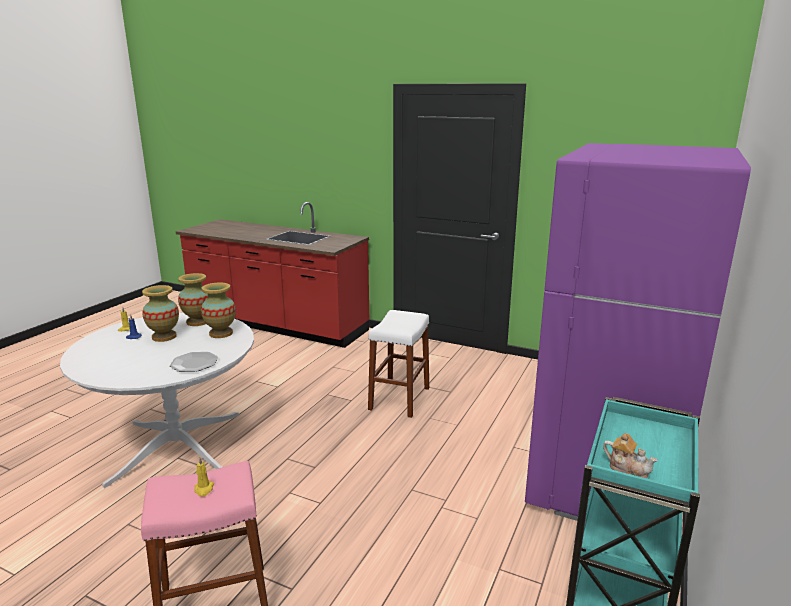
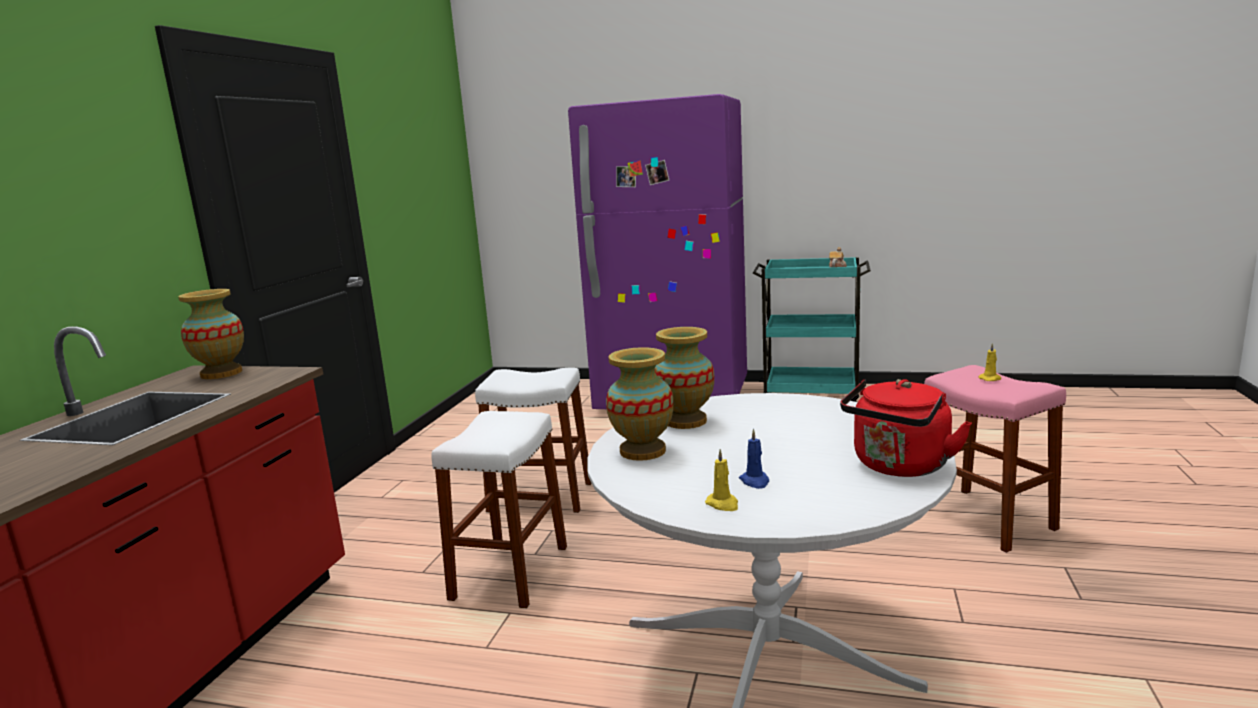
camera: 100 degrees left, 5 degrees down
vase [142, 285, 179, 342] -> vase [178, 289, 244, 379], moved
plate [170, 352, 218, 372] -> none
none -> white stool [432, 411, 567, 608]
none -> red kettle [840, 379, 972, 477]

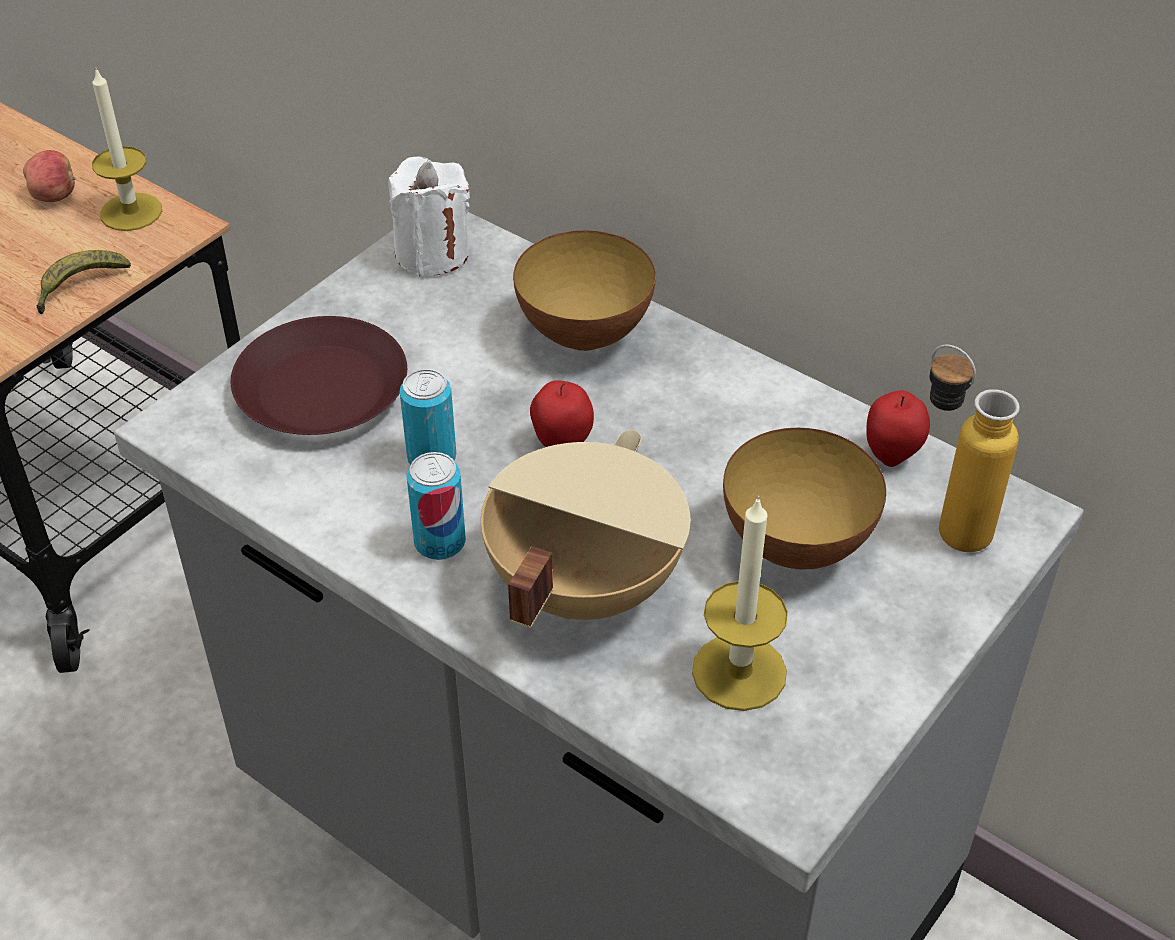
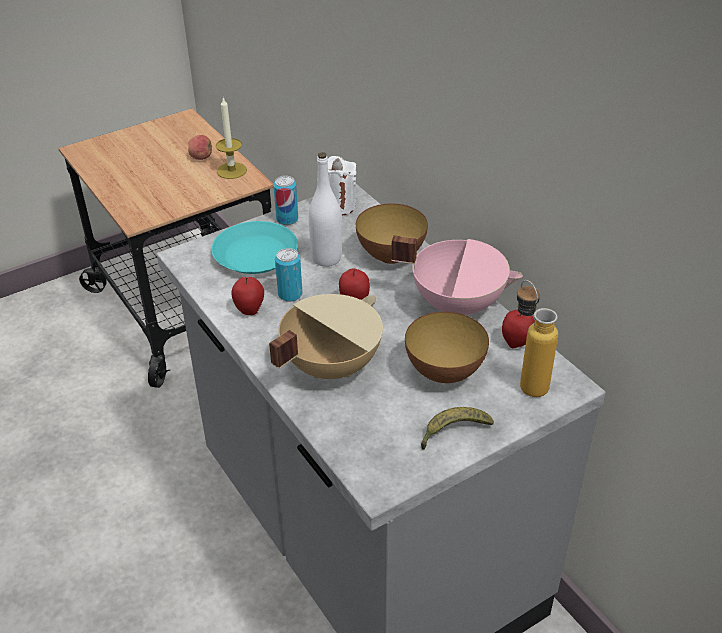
camera: 20 degrees right, 5 degrees down
banana [36, 250, 131, 314] -> banana [421, 407, 494, 450], moved
brown plate [231, 316, 407, 435] -> turquoise plate [211, 221, 298, 274]
can [406, 452, 466, 560] -> can [273, 176, 298, 225], moved
candle [692, 496, 788, 711] -> none
none -> apple [232, 277, 264, 315]
none -> white bottle [309, 152, 342, 267]
none -> pink cooking pot [391, 235, 523, 315]

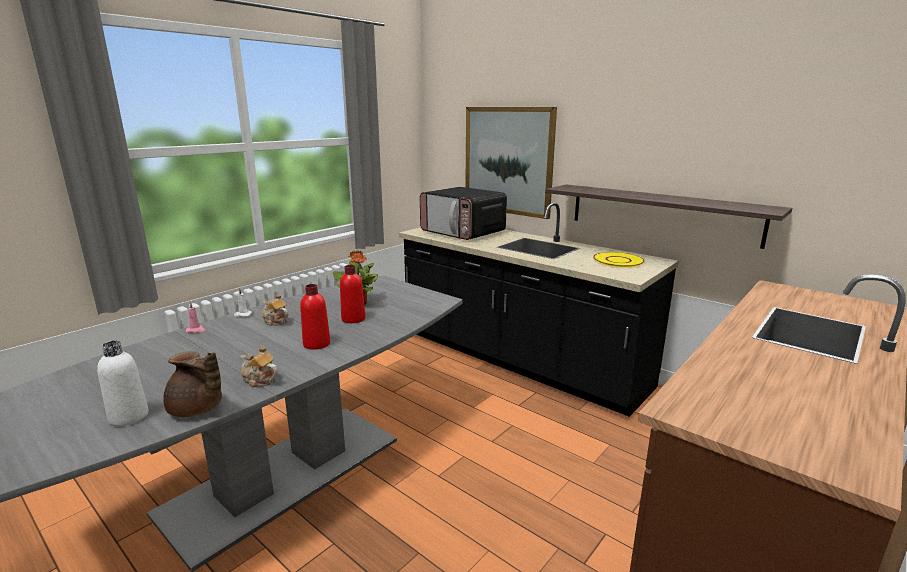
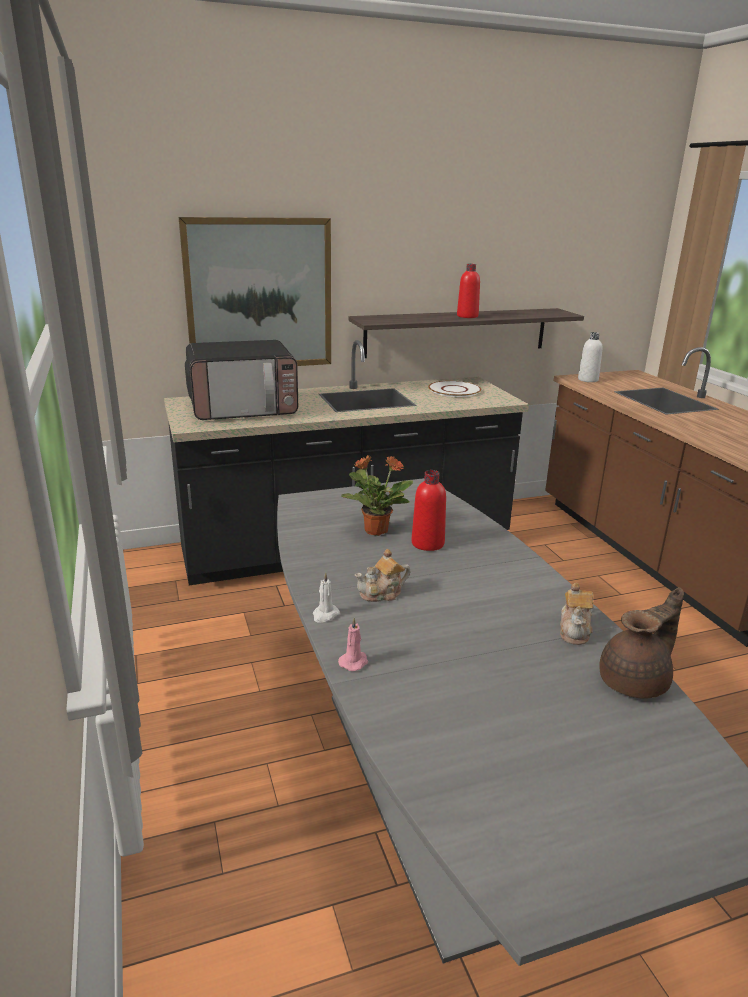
camera: 60 degrees left, 5 degrees up
white bottle [97, 341, 148, 426] -> white bottle [578, 332, 602, 382], moved
teapot [240, 345, 278, 387] -> teapot [560, 583, 593, 645], 45 degrees counterclockwise
red bottle [300, 284, 330, 350] -> red bottle [457, 264, 480, 318], moved
yellow plate [593, 252, 645, 268] -> white plate [428, 381, 481, 397]

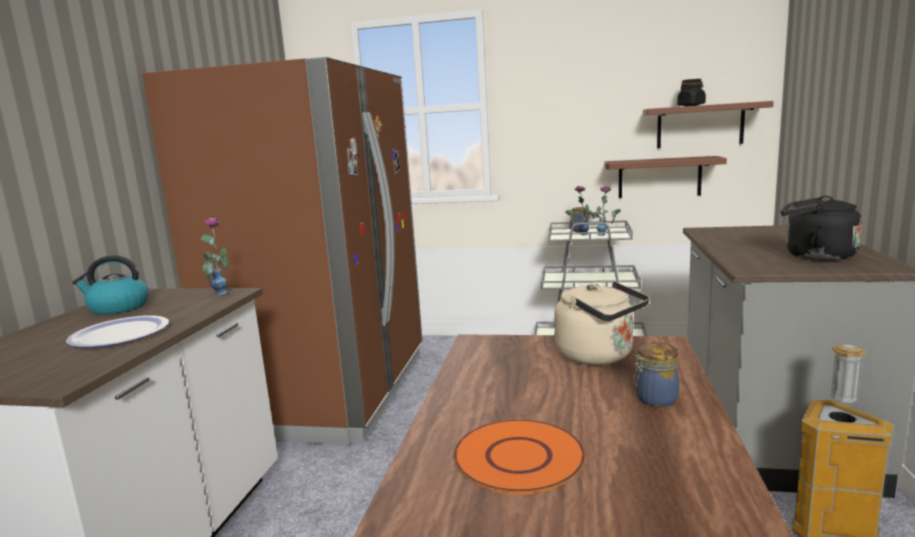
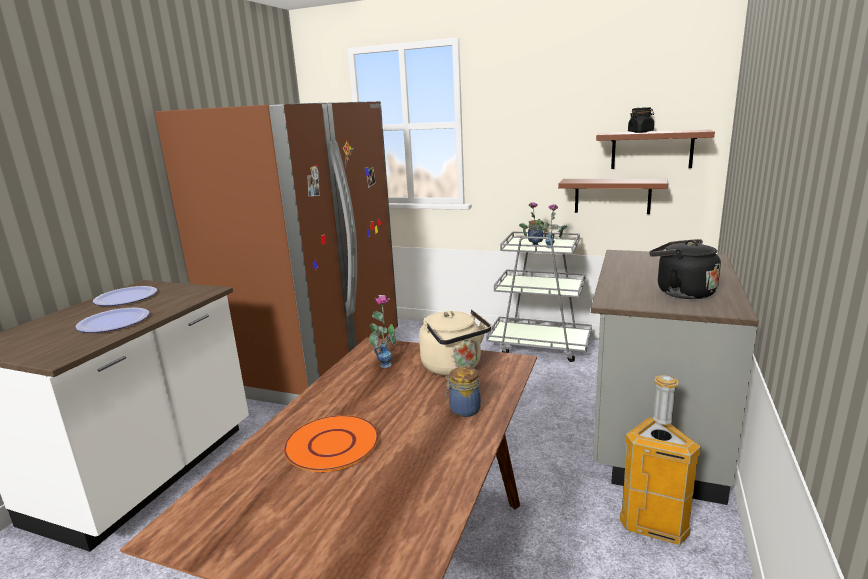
camera: 10 degrees right, 5 degrees up
kettle [72, 255, 149, 315] -> plate [93, 286, 157, 306]
vase [201, 218, 229, 295] -> vase [369, 295, 396, 368], moved

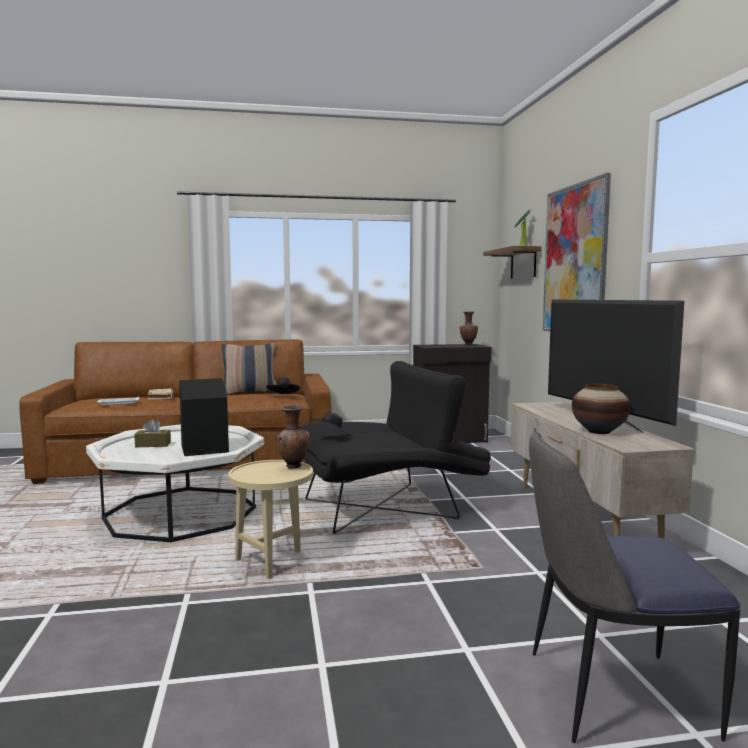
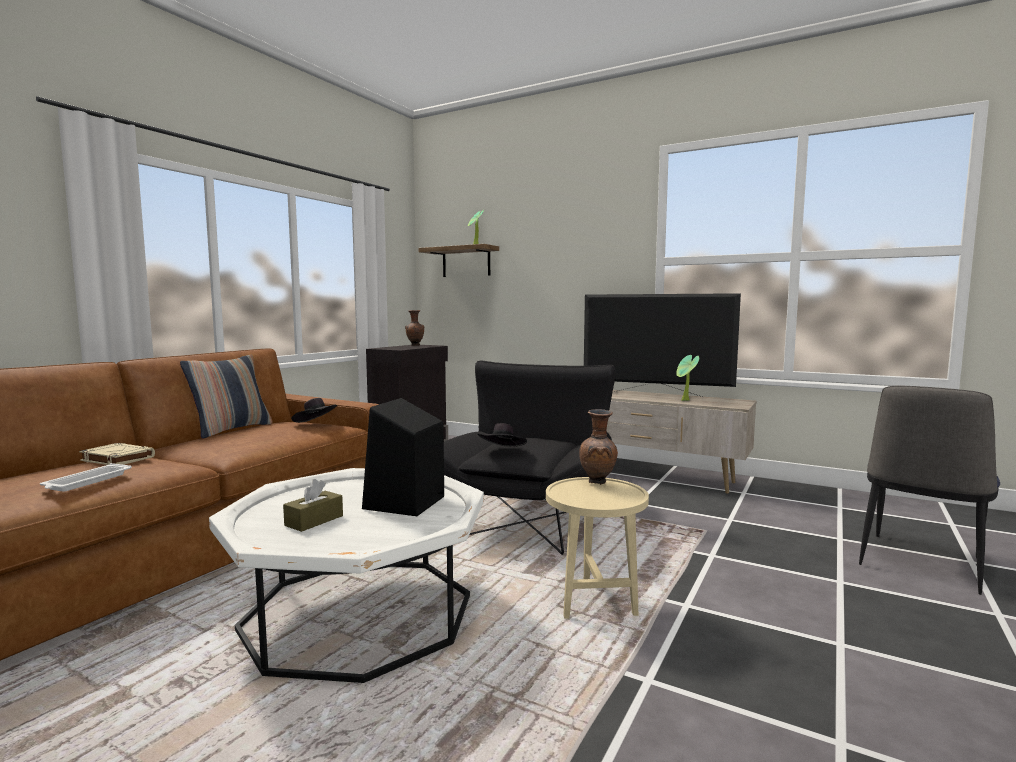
camera: 50 degrees left, 0 degrees up
picture [543, 173, 611, 332] -> none
vase [572, 384, 631, 434] -> potted plant [676, 355, 699, 401]

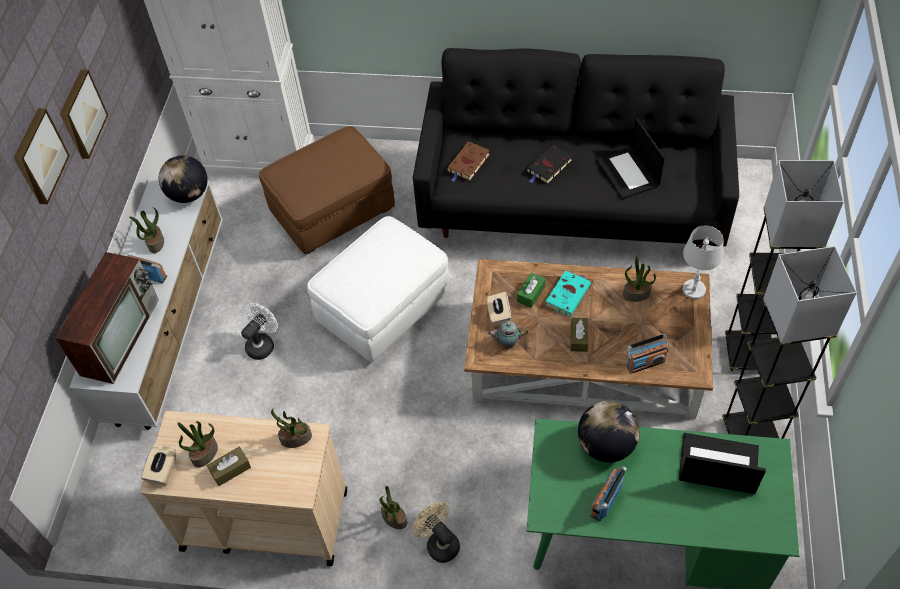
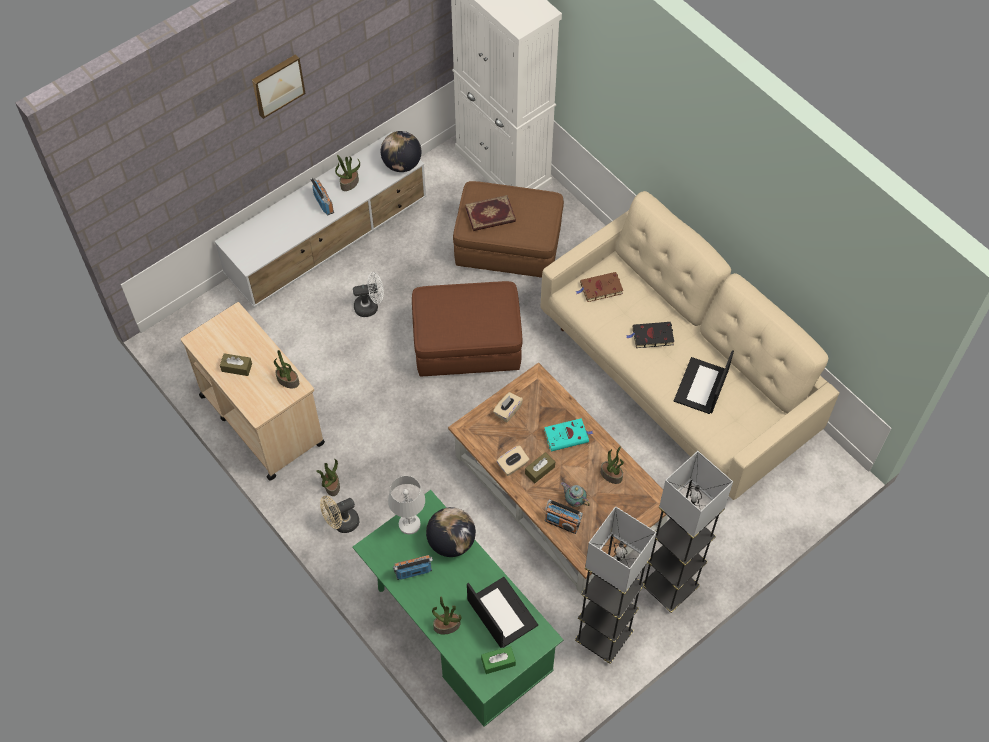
camera: 40 degrees right, 5 degrees up
television [55, 252, 159, 384] -> none
picture [60, 69, 108, 159] -> none
beige tissue box [141, 444, 176, 485] -> beige tissue box [497, 445, 529, 476], moved
potted plant [177, 421, 218, 468] -> potted plant [432, 597, 462, 634], moved
white ottoman [307, 216, 449, 362] -> brown ottoman [412, 281, 523, 377]
beige fan [412, 502, 460, 563] -> beige fan [320, 496, 359, 533], 120 degrees counterclockwise
black sofa [413, 48, 739, 249] -> beige sofa [541, 191, 839, 500]
teapot [487, 321, 528, 348] -> teapot [561, 482, 590, 507], moved
green tissue box [517, 273, 545, 308] -> green tissue box [481, 646, 516, 674], moved
white table lamp [683, 226, 723, 299] -> white table lamp [388, 476, 425, 534], moved
none -> book [465, 195, 516, 231]

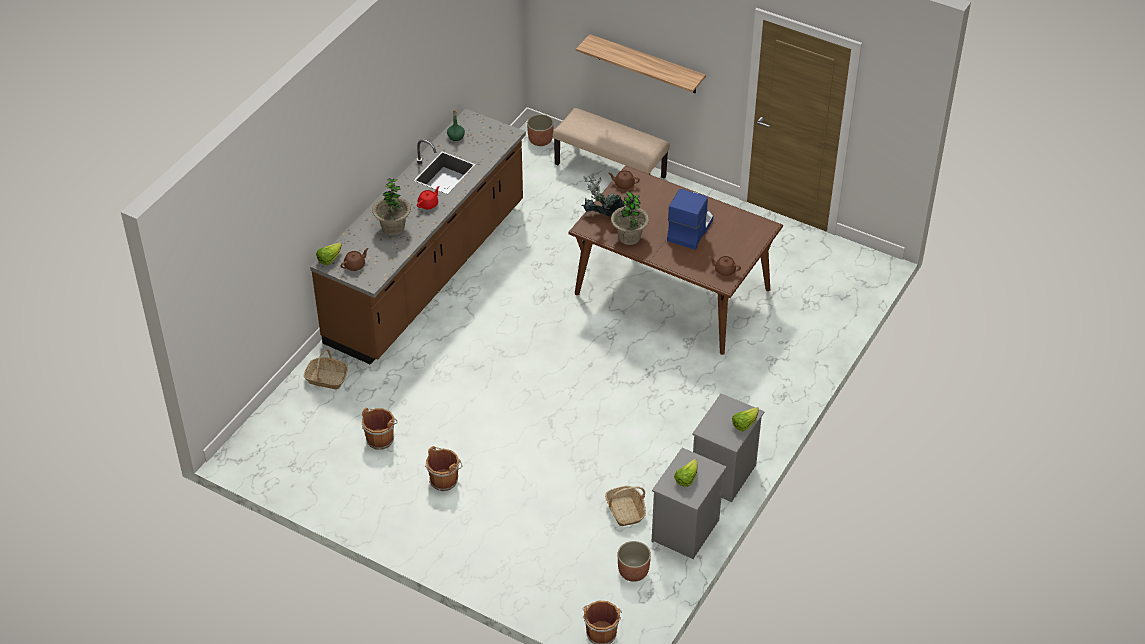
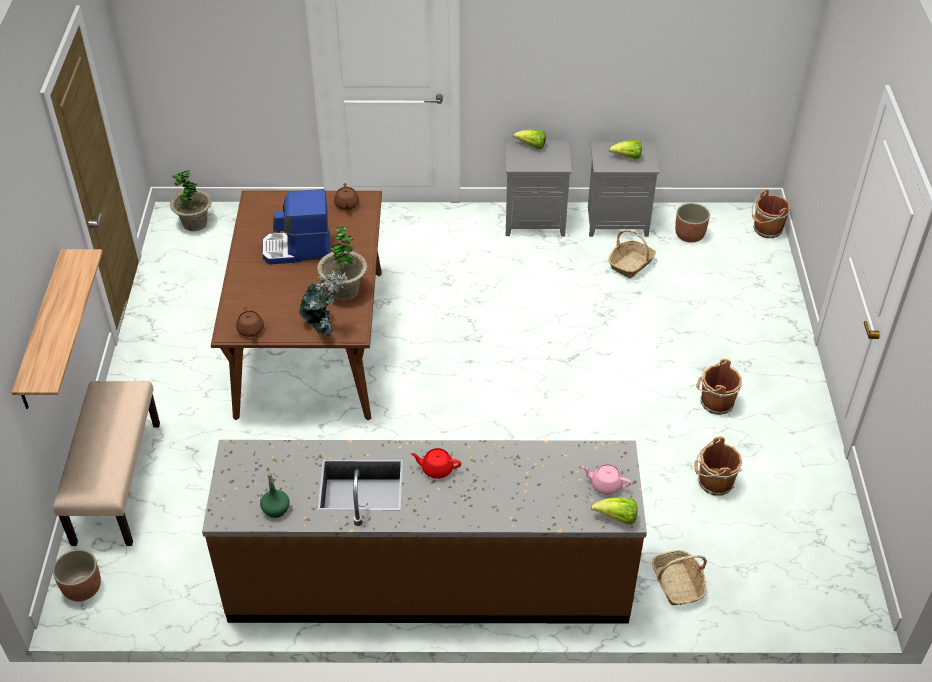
camera: 120 degrees left, 0 degrees up
brown teapot [341, 248, 369, 271] -> pink teapot [581, 464, 631, 495]
potted plant [372, 178, 411, 235] -> potted plant [170, 170, 212, 231], moved

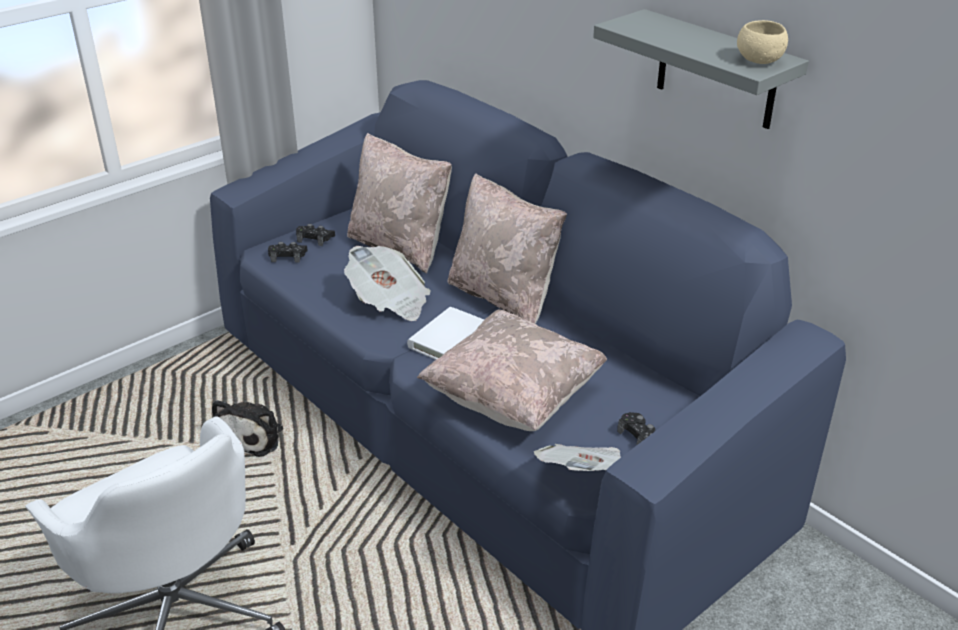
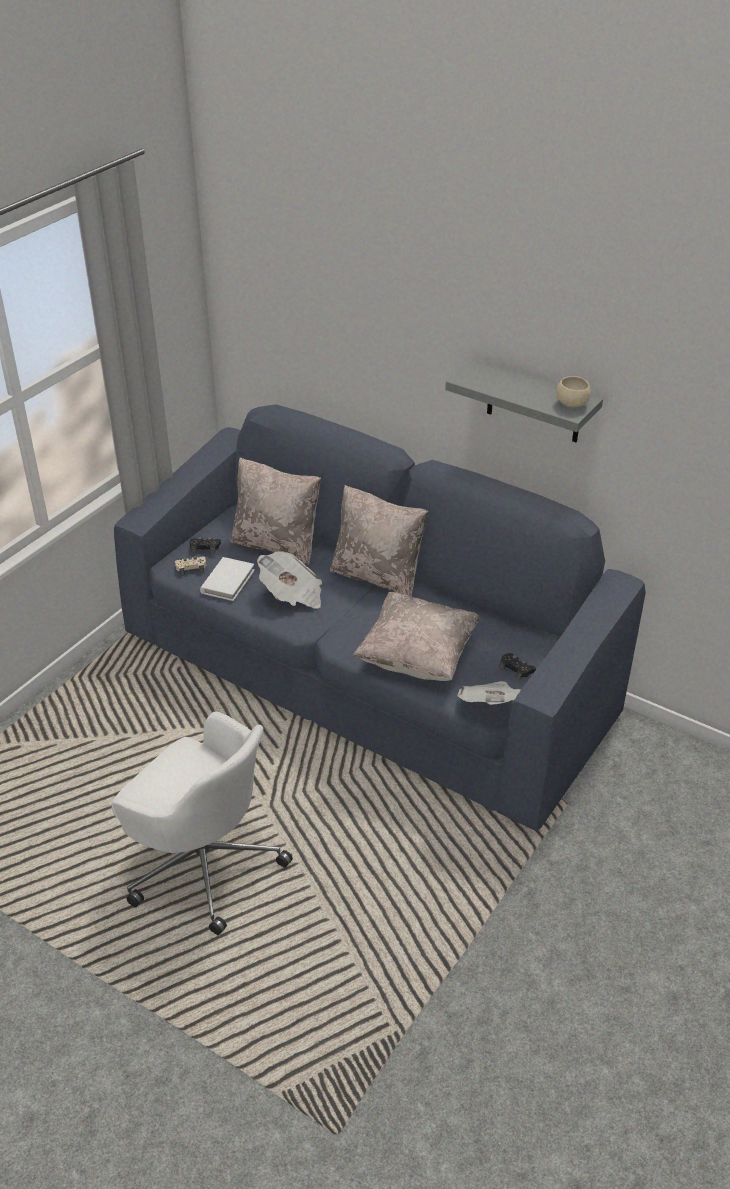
camera: 15 degrees left, 5 degrees up
plush toy [212, 400, 283, 457] -> none
black game controller [268, 242, 308, 263] -> beige game controller [175, 556, 206, 575]
white book [407, 307, 484, 360] -> white book [200, 557, 255, 601], moved

